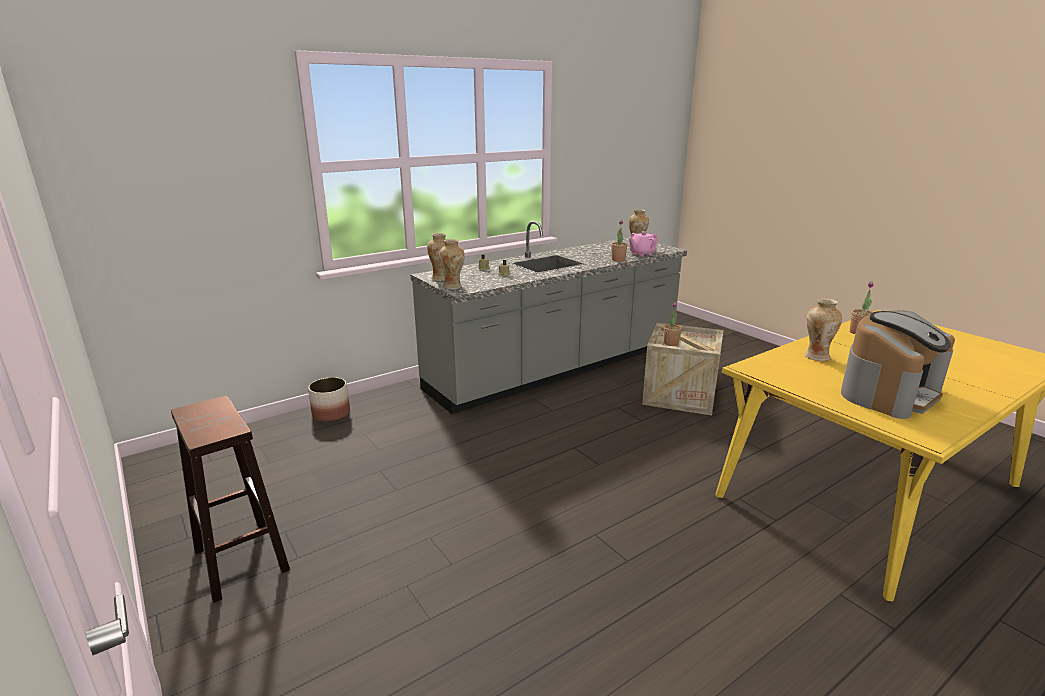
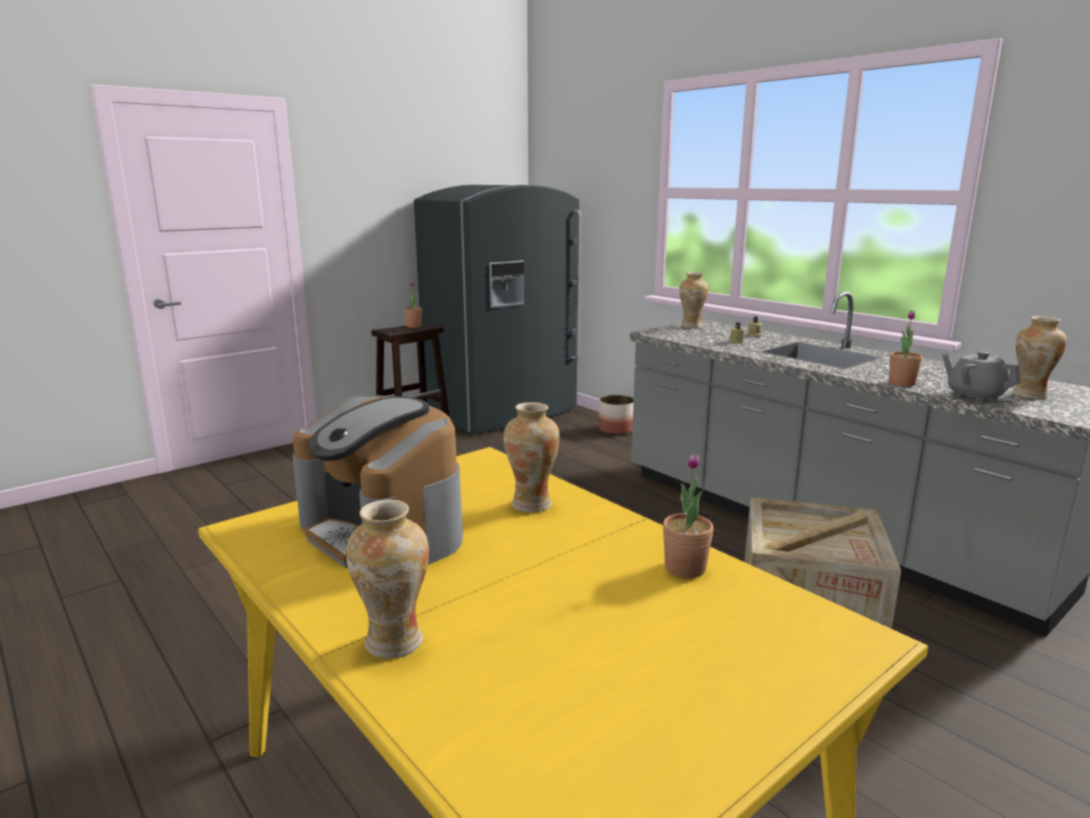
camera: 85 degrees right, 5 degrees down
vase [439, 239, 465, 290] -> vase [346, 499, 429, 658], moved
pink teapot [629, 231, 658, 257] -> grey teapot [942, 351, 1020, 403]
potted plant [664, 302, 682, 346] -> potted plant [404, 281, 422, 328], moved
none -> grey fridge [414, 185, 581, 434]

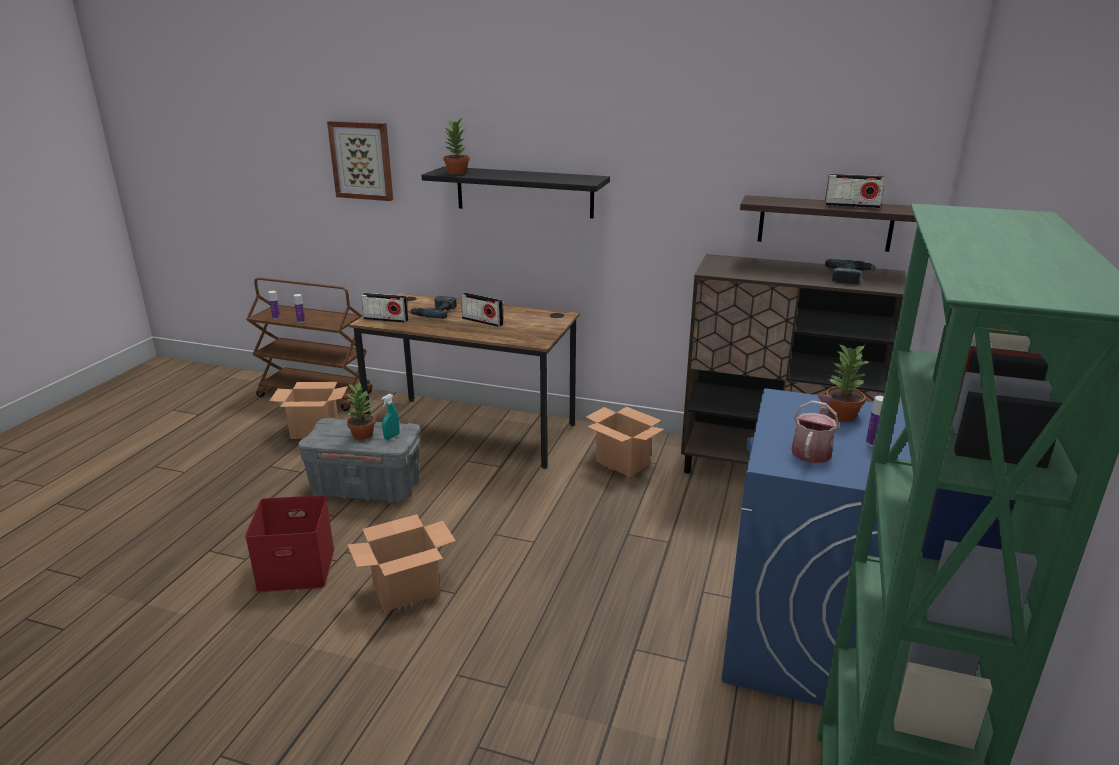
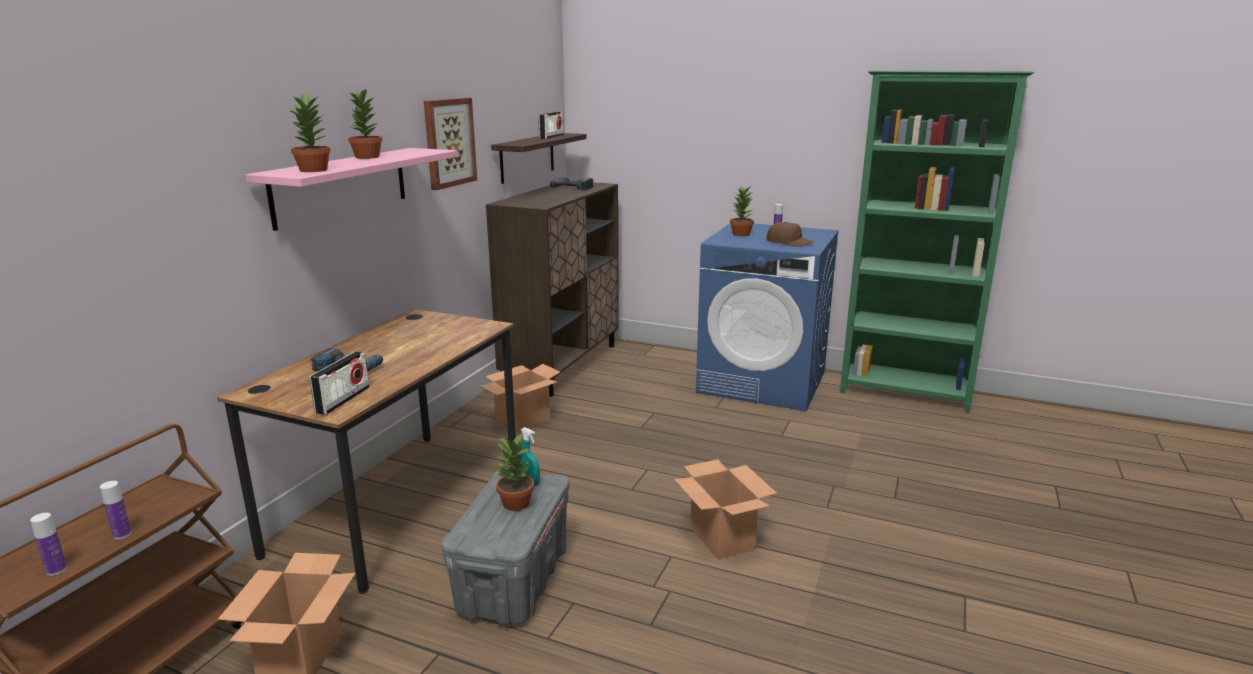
camera: 85 degrees left, 5 degrees down
red storage box [245, 495, 334, 592] -> none
picture [327, 121, 393, 201] -> picture [424, 98, 477, 190], moved
black shelf [421, 166, 610, 219] -> pink shelf [245, 148, 457, 231]
radio [461, 293, 504, 327] -> none
watering can [792, 395, 839, 463] -> brown cap [766, 222, 814, 247]
none -> potted plant [347, 88, 382, 159]

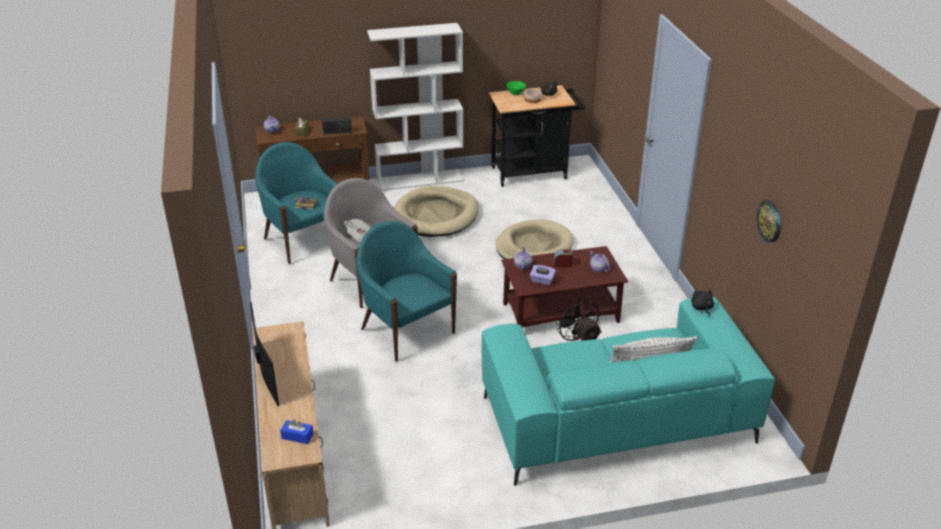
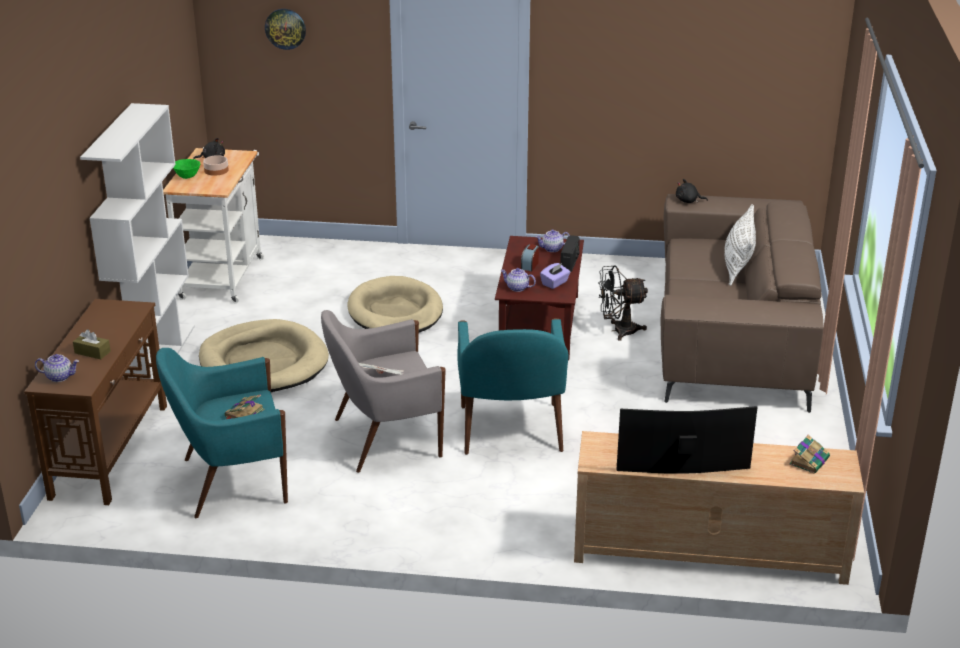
camera: 70 degrees left, 5 degrees down
blue tissue box [280, 420, 314, 444] -> book [789, 435, 830, 474]
radio [322, 117, 352, 134] -> radio [560, 235, 580, 272], moved
turquoise armchair [356, 221, 457, 362] -> turquoise armchair [457, 318, 569, 455], 75 degrees counterclockwise
turquoise sofa [481, 297, 775, 486] -> brown sofa [661, 194, 824, 413]
black cart [489, 85, 586, 187] -> white cart [163, 147, 264, 303]
wall clock [757, 200, 781, 242] -> wall clock [265, 9, 306, 50], moved

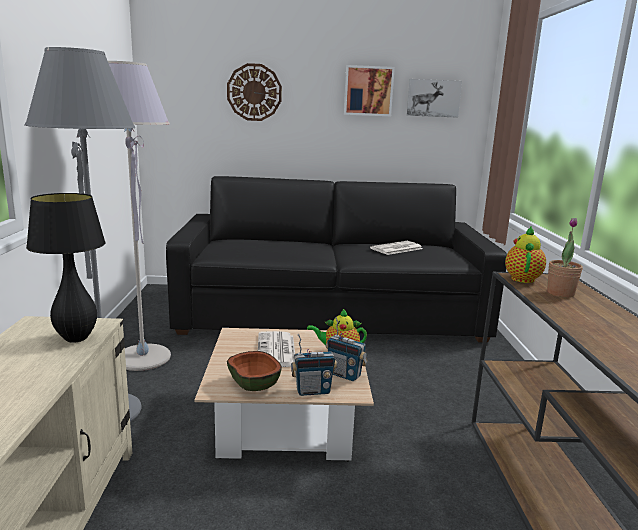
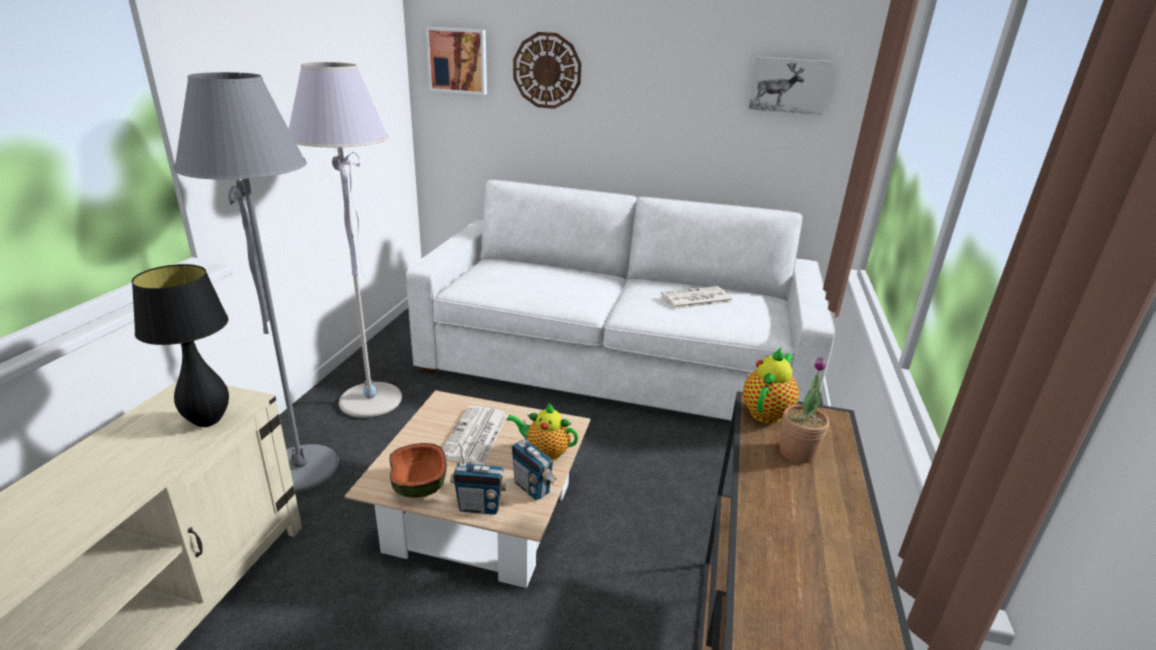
camera: 15 degrees right, 10 degrees up
black sofa [166, 176, 507, 342] -> white sofa [406, 180, 835, 421]
picture [344, 65, 395, 116] -> picture [426, 27, 487, 95], moved

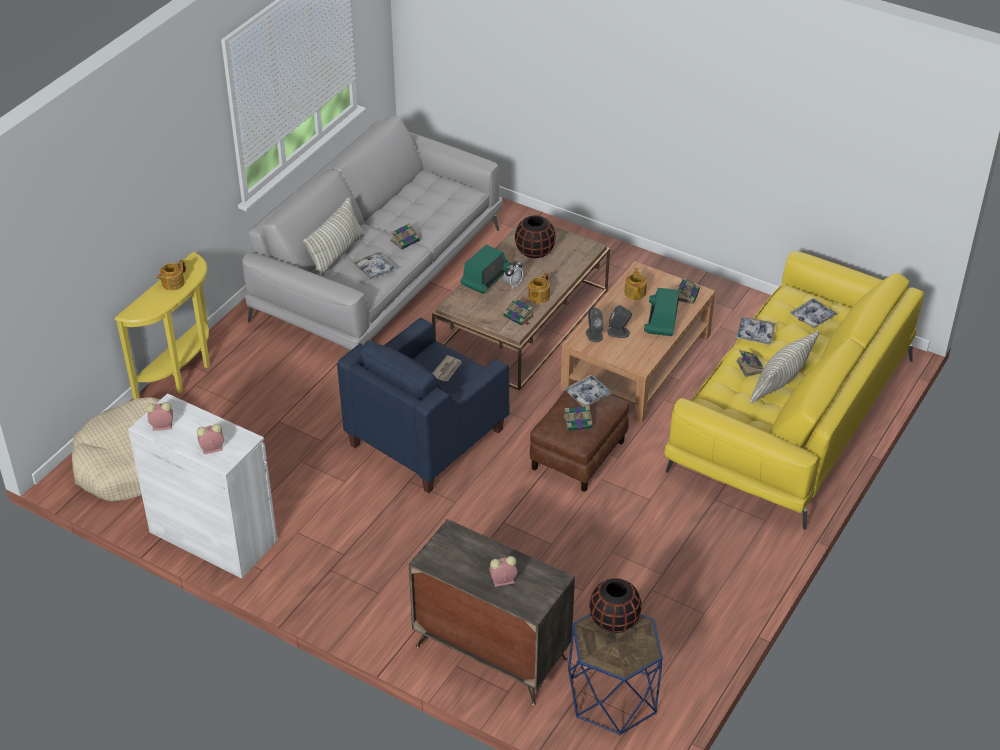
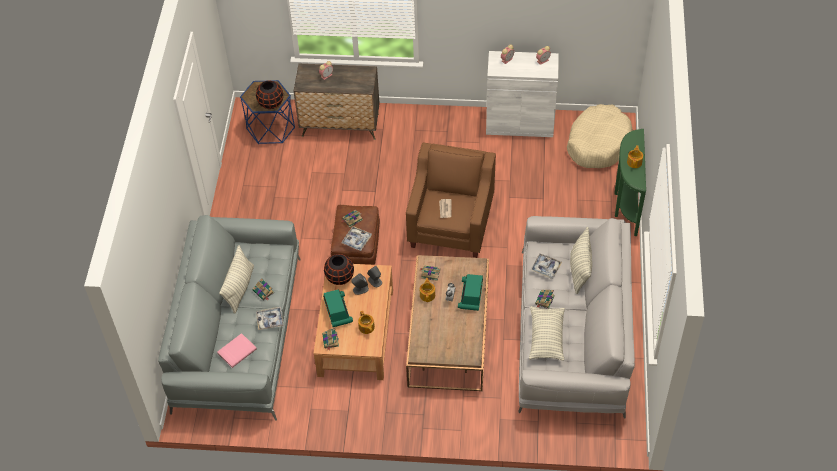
camera: 155 degrees right, 10 degrees up
yellow console table [115, 252, 210, 399] -> green console table [614, 129, 646, 236]
blue armchair [337, 318, 509, 493] -> brown armchair [406, 142, 496, 258]
black vase [515, 216, 556, 258] -> black vase [324, 254, 354, 285], moved
yellow sofa [664, 251, 924, 530] -> grey sofa [158, 215, 301, 421]
tray [790, 298, 837, 328] -> pink book [217, 333, 257, 368]
none -> pillow [529, 306, 565, 361]

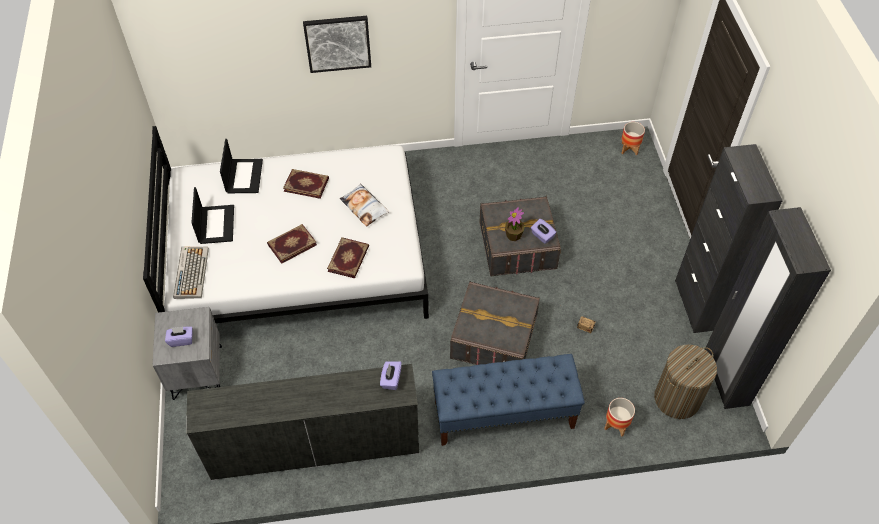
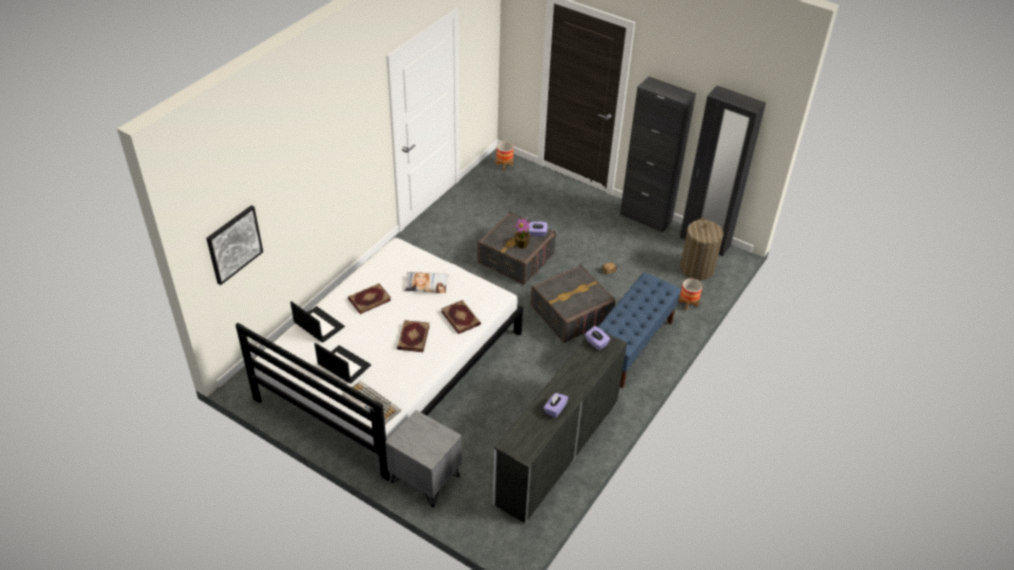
camera: 50 degrees left, 10 degrees down
purple tissue box [165, 326, 193, 347] -> purple tissue box [544, 393, 568, 418], moved
picture [303, 16, 371, 73] -> picture [206, 205, 263, 285], moved

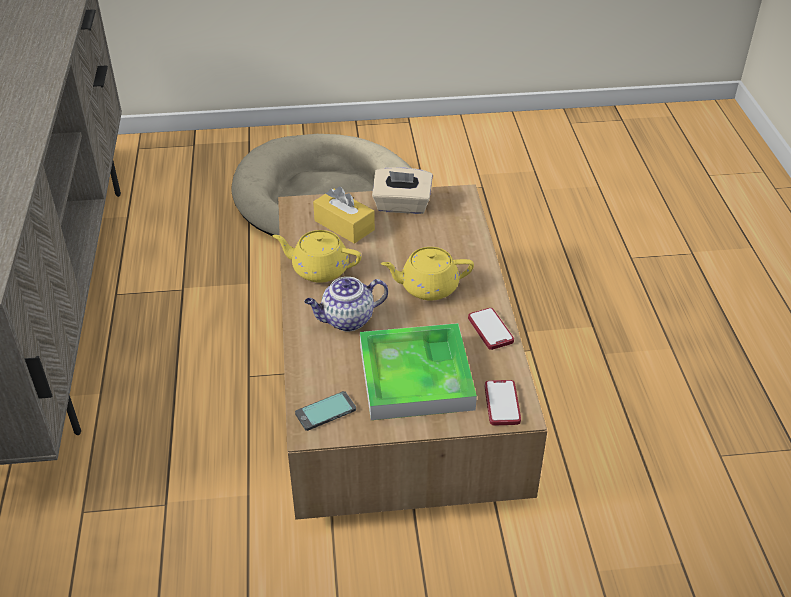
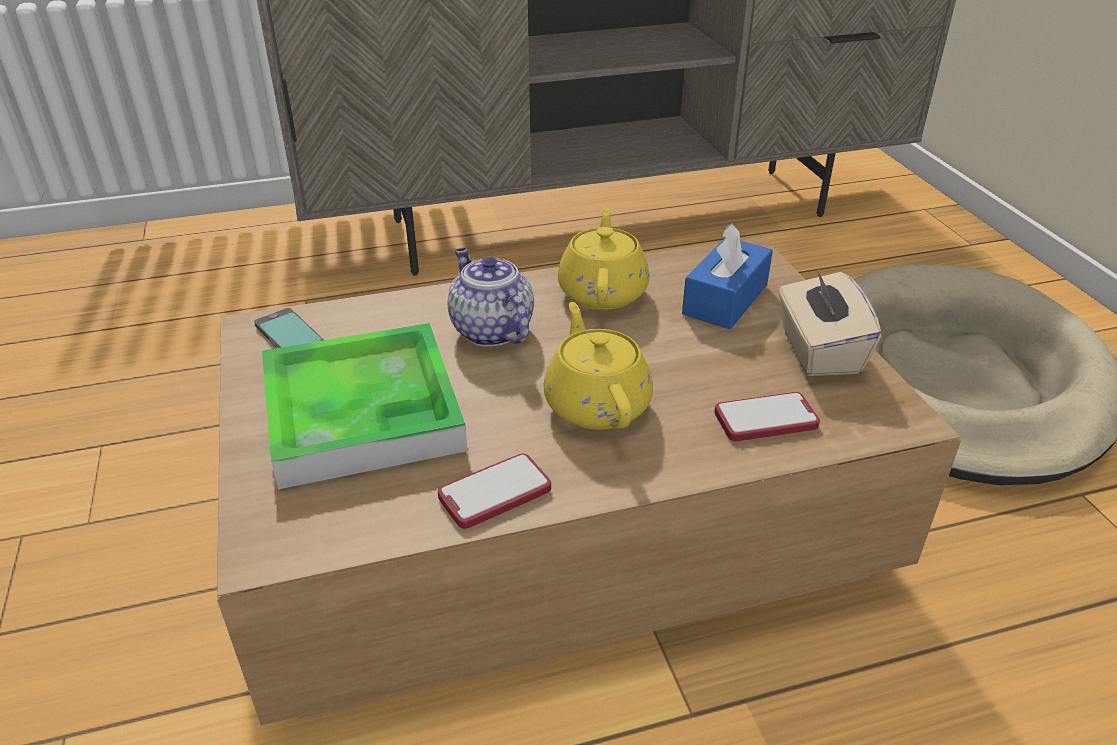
camera: 80 degrees right, 5 degrees down
yellow tissue box [313, 187, 375, 244] -> blue tissue box [682, 223, 773, 329]
phone [485, 380, 521, 425] -> phone [714, 392, 820, 442], moved

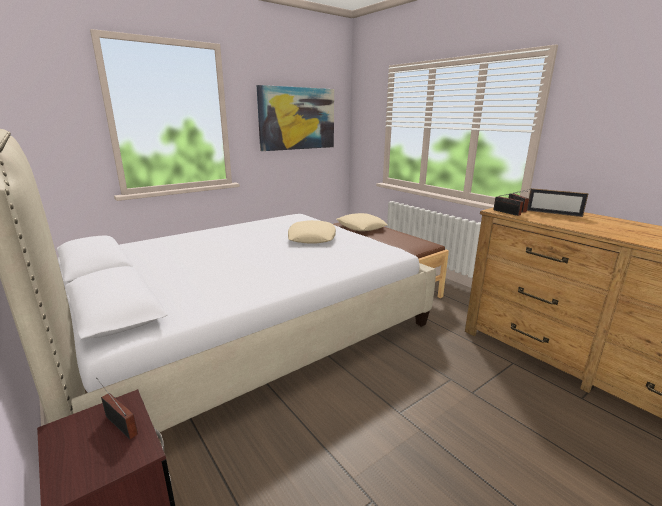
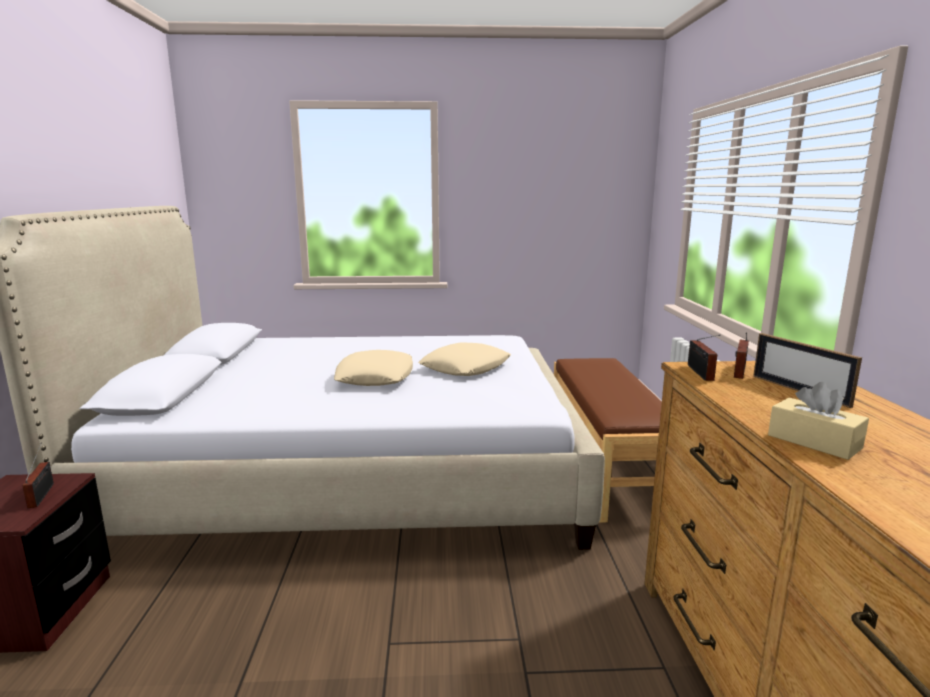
camera: 35 degrees right, 5 degrees down
picture [257, 85, 334, 151] -> none
beige pillow [336, 213, 387, 231] -> beige pillow [334, 350, 413, 386], moved
none -> beige tissue box [768, 382, 869, 460]

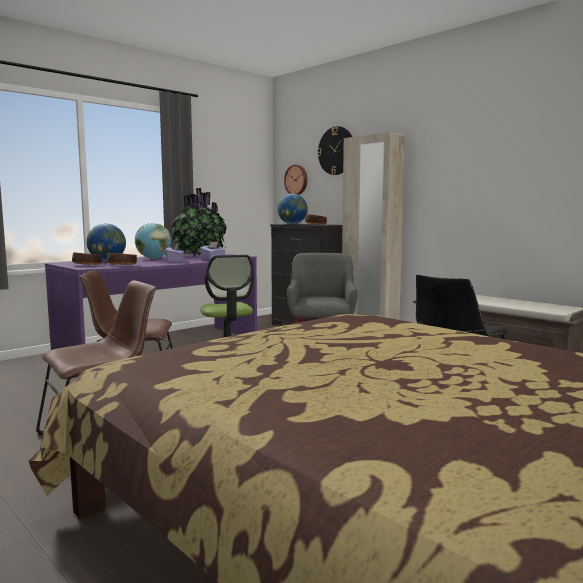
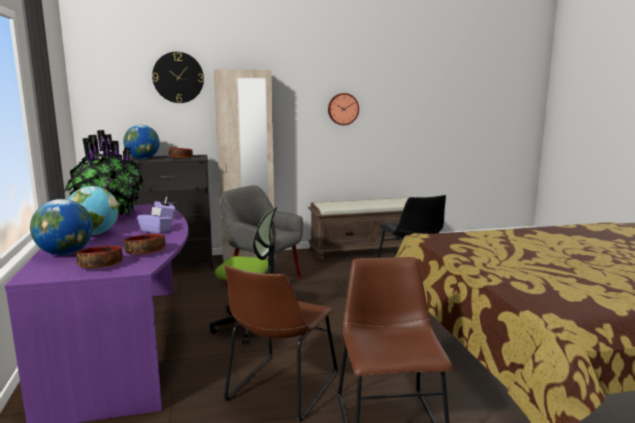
camera: 60 degrees left, 5 degrees up
wall clock [284, 165, 307, 195] -> wall clock [328, 93, 359, 125], moved

